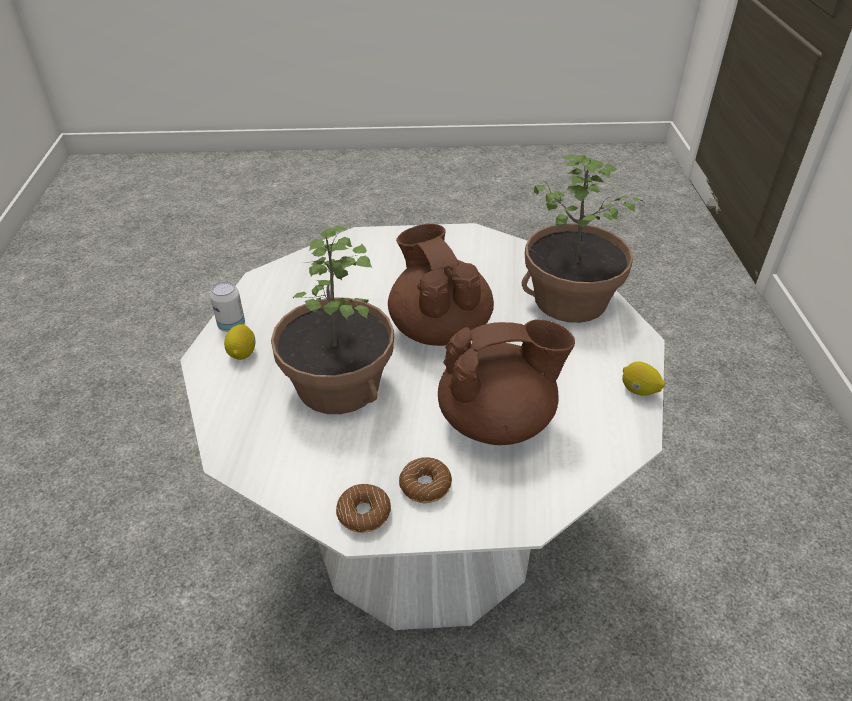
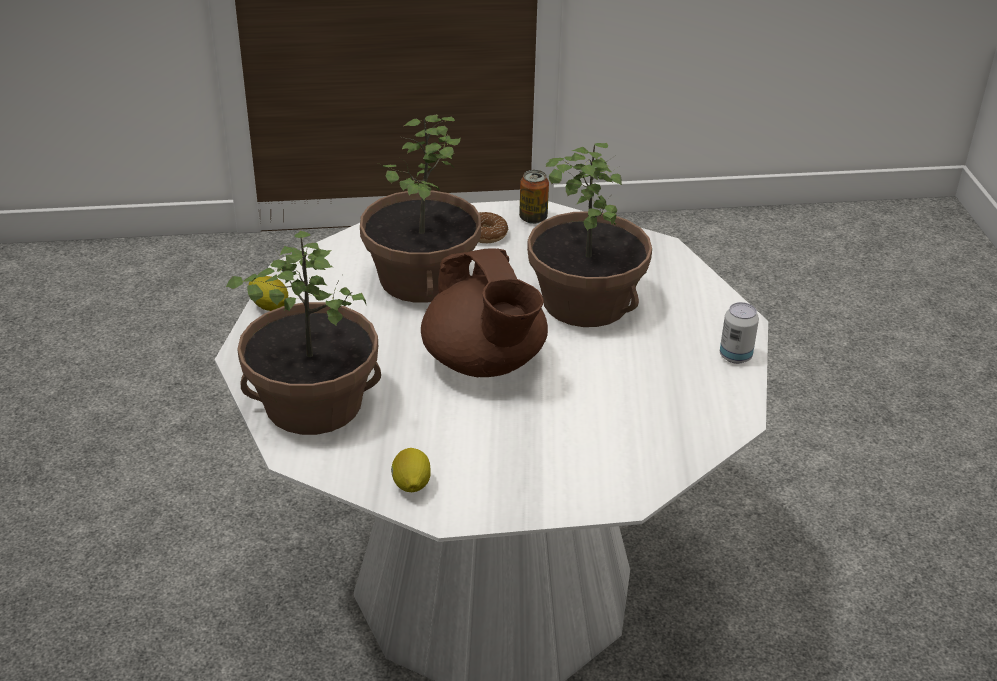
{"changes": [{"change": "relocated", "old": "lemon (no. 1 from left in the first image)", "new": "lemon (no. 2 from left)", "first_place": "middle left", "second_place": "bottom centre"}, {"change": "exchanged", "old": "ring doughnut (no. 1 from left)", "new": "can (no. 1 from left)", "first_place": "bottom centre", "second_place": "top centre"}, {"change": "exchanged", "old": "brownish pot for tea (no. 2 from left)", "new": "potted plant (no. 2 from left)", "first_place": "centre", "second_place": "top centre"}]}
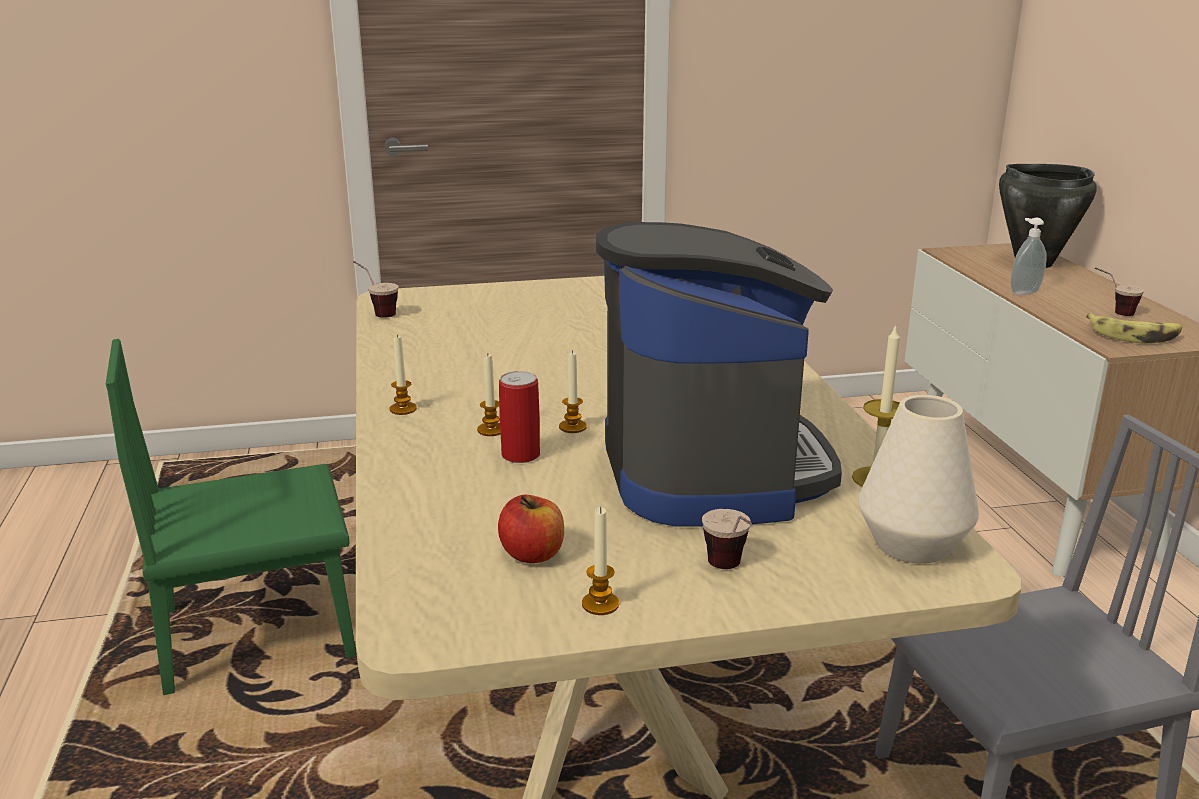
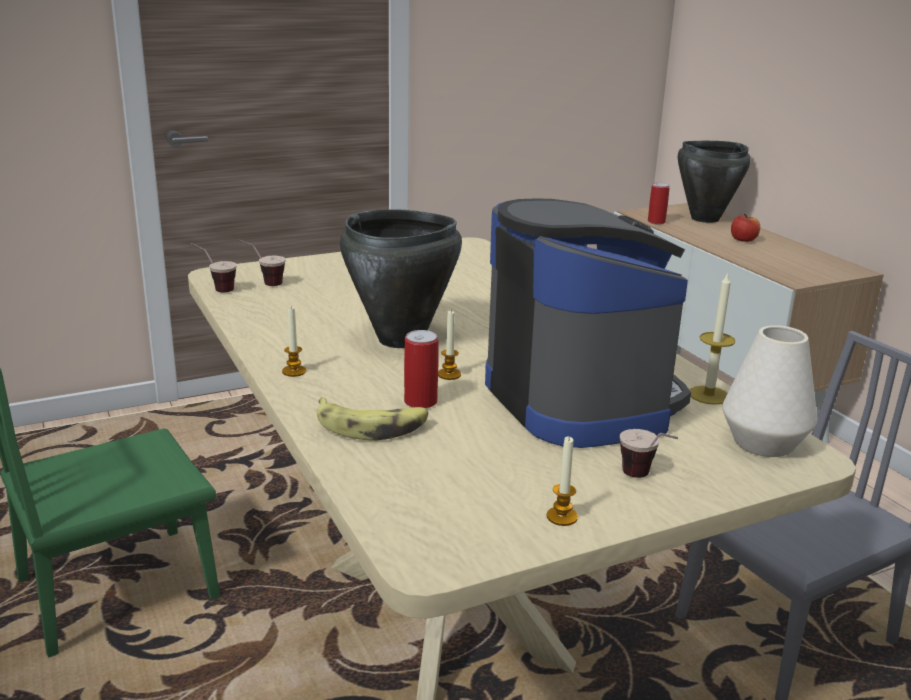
{"changes": [{"change": "missing", "old": "wax candle (no. 2 from left)", "first_place": "centre"}, {"change": "missing", "old": "soap dispenser", "first_place": "top right"}, {"change": "appeared", "new": "blackish saucepot (no. 1 from left)", "second_place": "centre"}, {"change": "appeared", "new": "can (no. 2 from left)", "second_place": "top right"}, {"change": "relocated", "old": "whole apple", "first_place": "centre", "second_place": "top right"}, {"change": "relocated", "old": "banana fruit", "first_place": "middle right", "second_place": "centre"}, {"change": "relocated", "old": "small cup (no. 3 from left in the first image)", "new": "small cup (no. 2 from left)", "first_place": "middle right", "second_place": "middle left"}]}
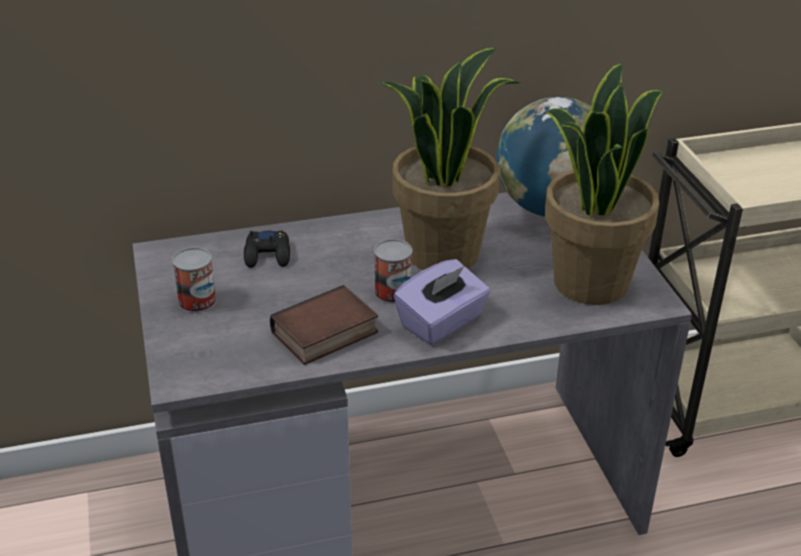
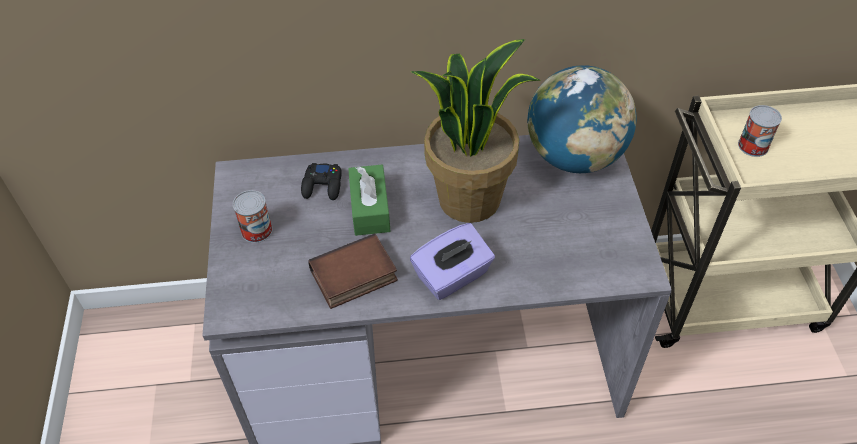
{"changes": [{"change": "missing", "old": "potted plant (no. 2 from left)", "first_place": "top right"}, {"change": "appeared", "new": "green-coloured tissue holder", "second_place": "centre"}, {"change": "relocated", "old": "can (no. 2 from left)", "first_place": "centre", "second_place": "top right"}]}
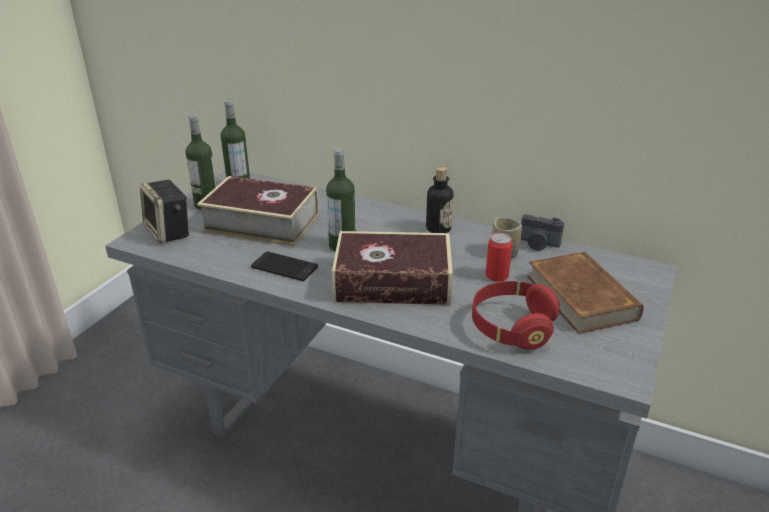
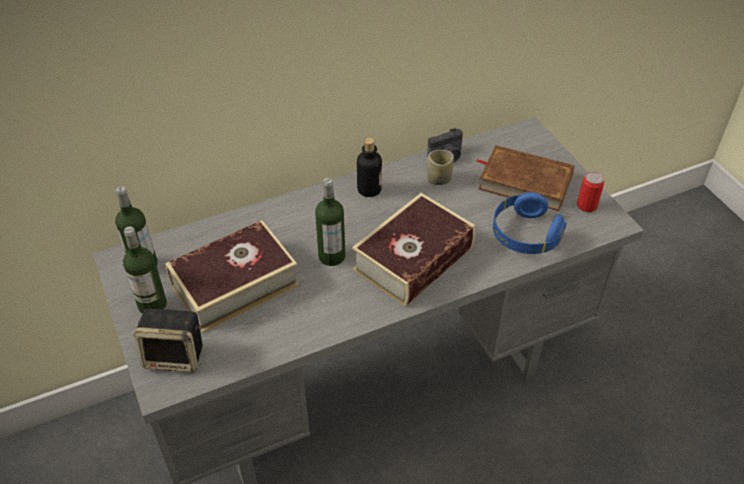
{"changes": [{"change": "missing", "old": "phone", "first_place": "centre"}, {"change": "relocated", "old": "can", "first_place": "centre", "second_place": "middle right"}, {"change": "colour", "old": "red-coloured headphones", "new": "blue-coloured headphones", "first_place": "middle right", "second_place": "middle right"}]}
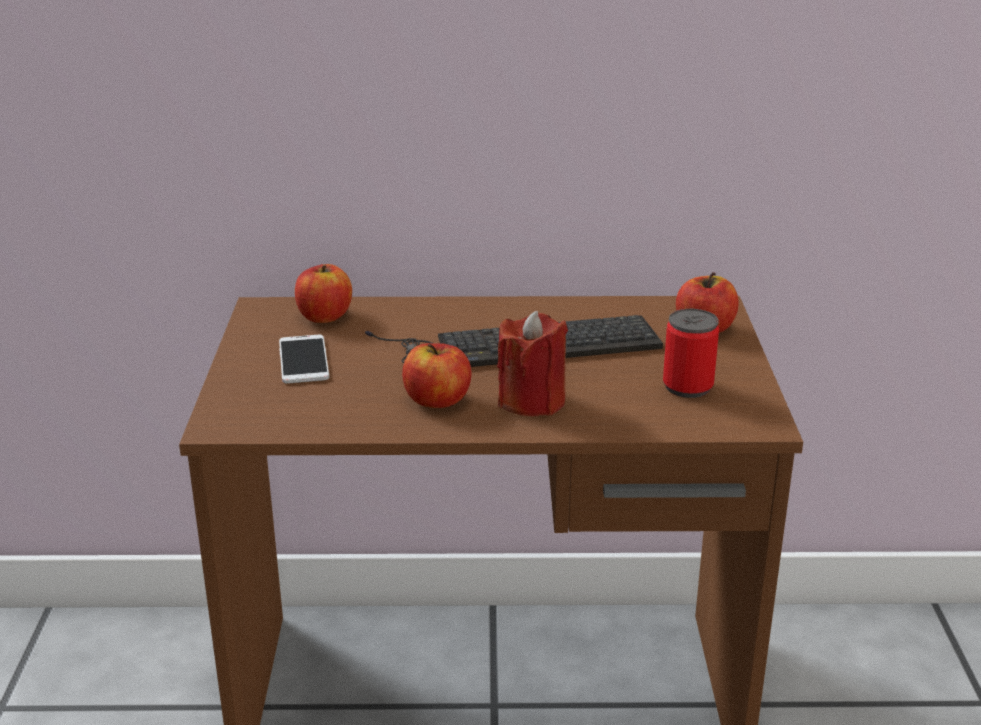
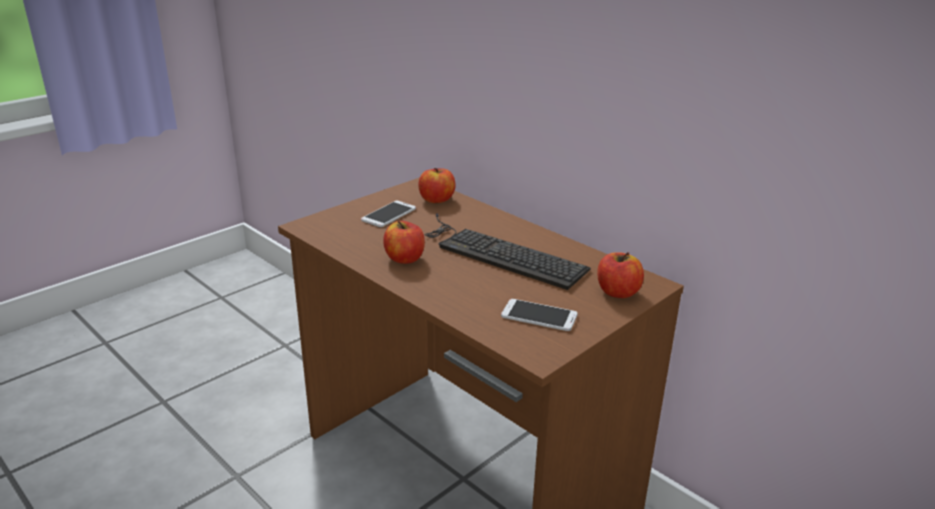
{"changes": [{"change": "missing", "old": "red-coloured wax candle", "first_place": "centre"}, {"change": "exchanged", "old": "can", "new": "phone (no. 2 from left)", "first_place": "middle right", "second_place": "centre"}]}
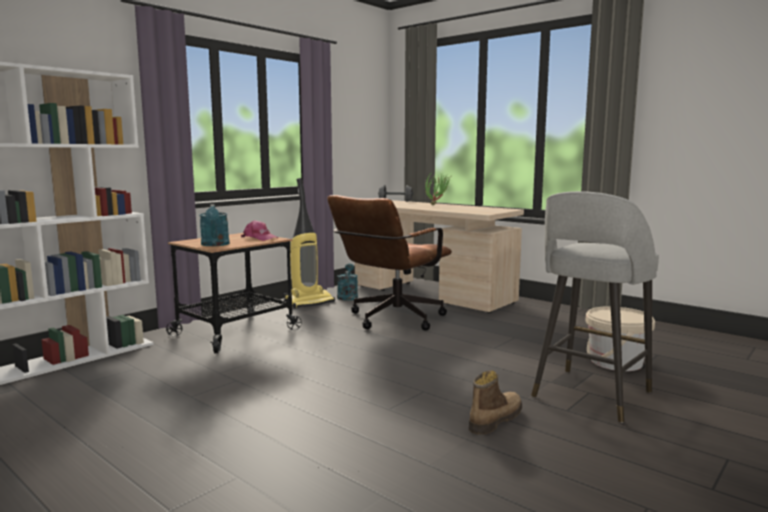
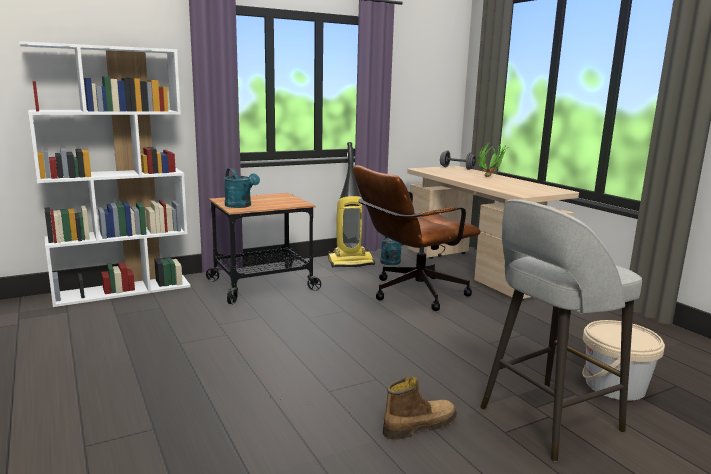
{"changes": [{"change": "missing", "old": "pinkish baseball cap", "first_place": "centre"}, {"change": "spun", "old": "turquoise-coloured watering pot (no. 1 from left)", "first_place": "middle left", "second_place": "centre", "degrees": -45}]}
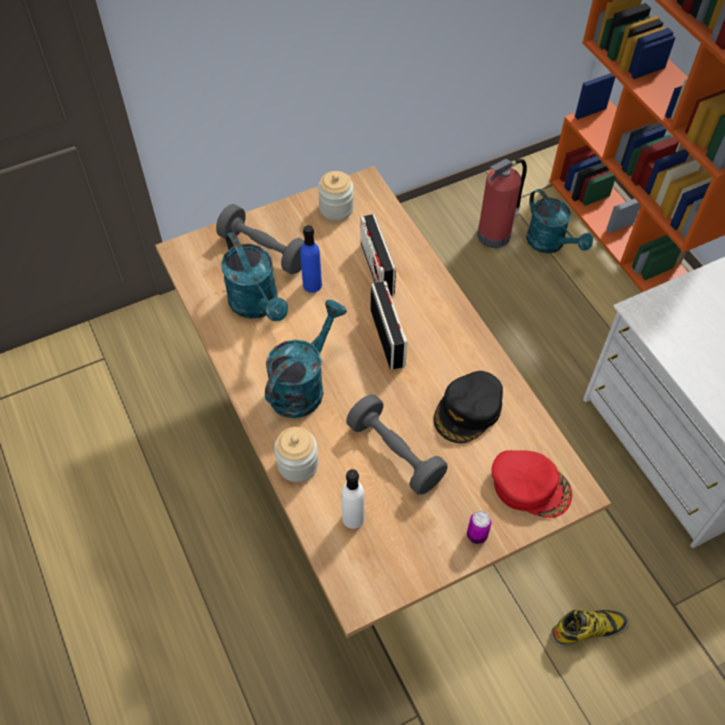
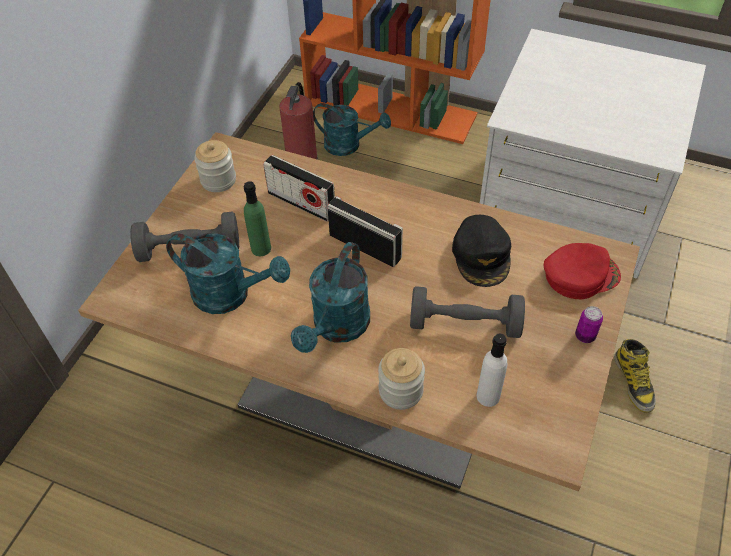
{"changes": [{"change": "colour", "old": "blue-coloured drink bottle", "new": "green-coloured drink bottle", "first_place": "centre", "second_place": "centre"}, {"change": "spun", "old": "turquoise-coloured watering pot (no. 2 from left)", "first_place": "centre", "second_place": "centre", "degrees": -150}, {"change": "spun", "old": "boot", "first_place": "bottom right", "second_place": "bottom right", "degrees": 135}]}
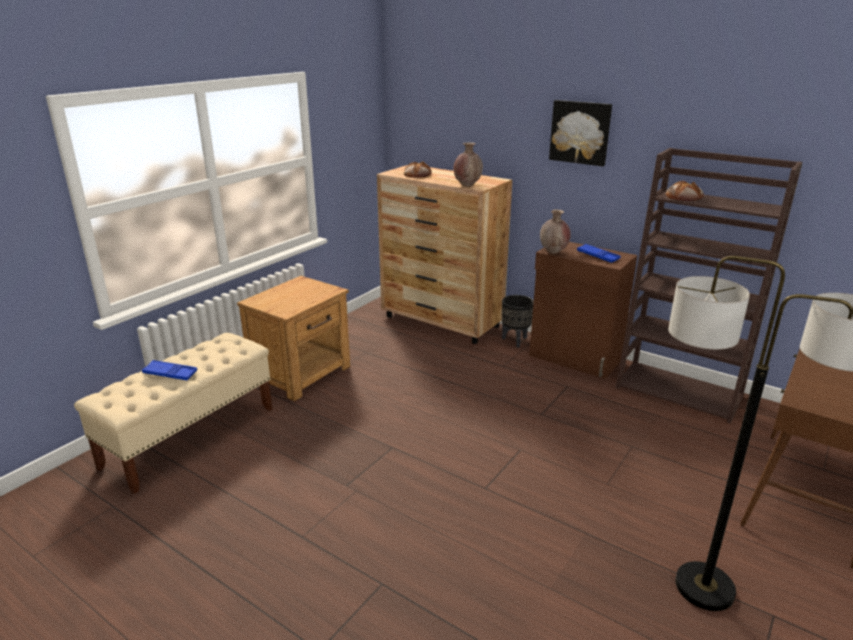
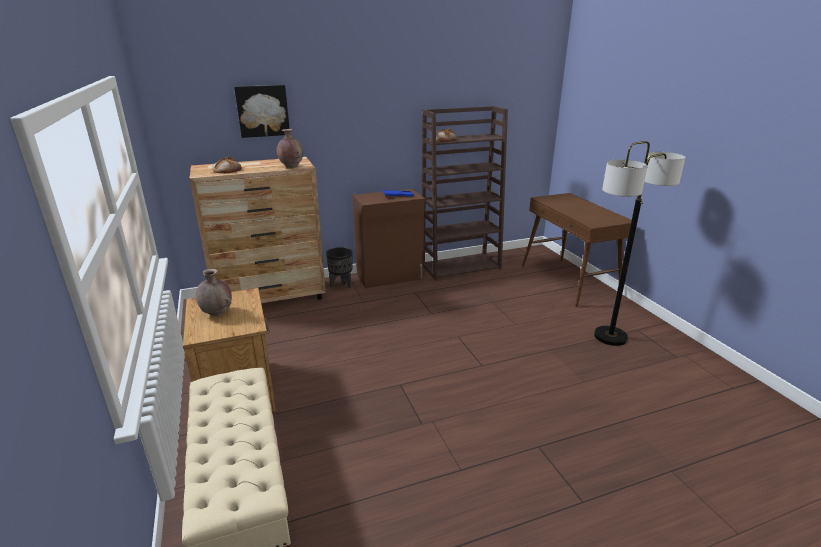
{"changes": [{"change": "missing", "old": "blue-coloured carrying tray (no. 1 from left)", "first_place": "middle left"}, {"change": "relocated", "old": "brownish flower vase (no. 2 from left in the first image)", "new": "brownish flower vase (no. 1 from left)", "first_place": "centre", "second_place": "middle left"}, {"change": "relocated", "old": "wall picture", "first_place": "top right", "second_place": "top left"}]}
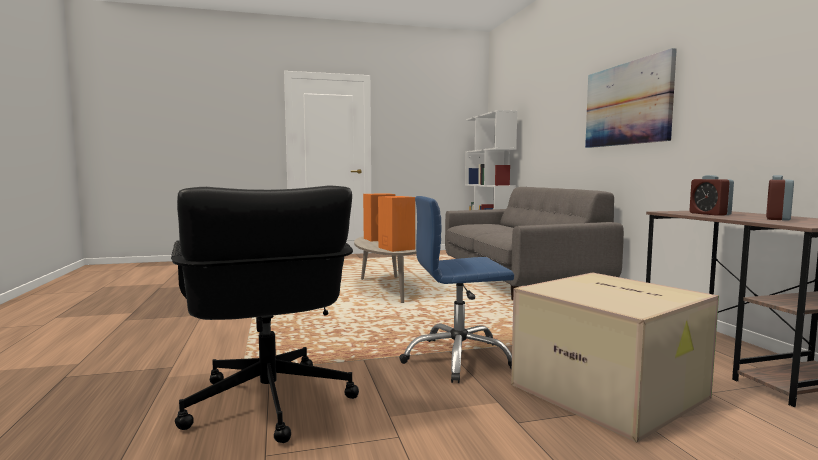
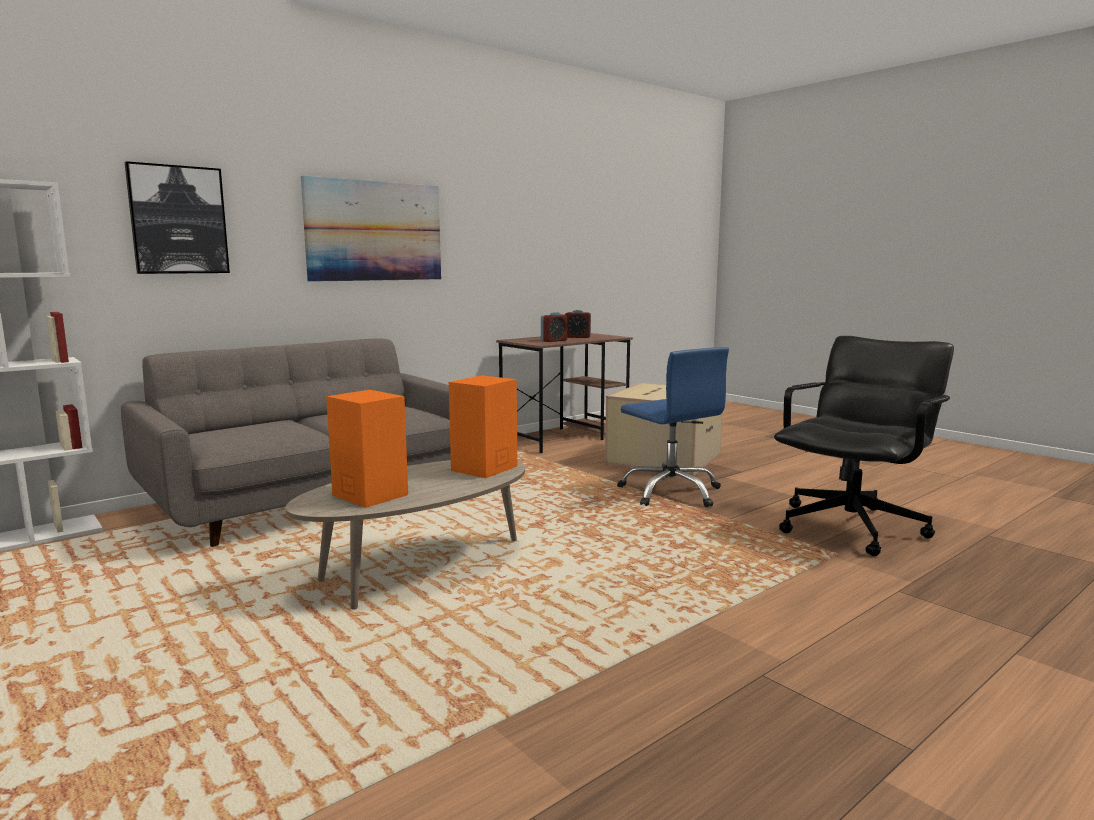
{"changes": [{"change": "appeared", "new": "wall picture (no. 1 from left)", "second_place": "top left"}]}
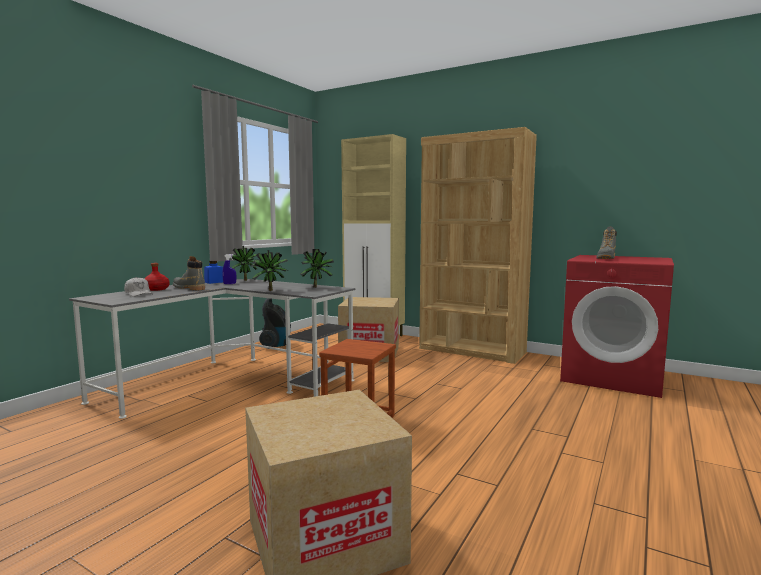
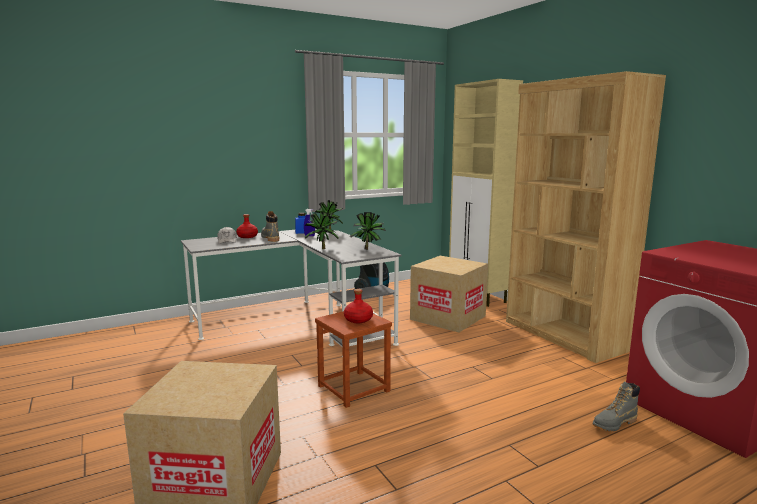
{"changes": [{"change": "appeared", "new": "red-coloured drink bottle (no. 2 from left)", "second_place": "centre"}, {"change": "relocated", "old": "gray boot (no. 2 from left)", "first_place": "middle right", "second_place": "bottom right"}]}
